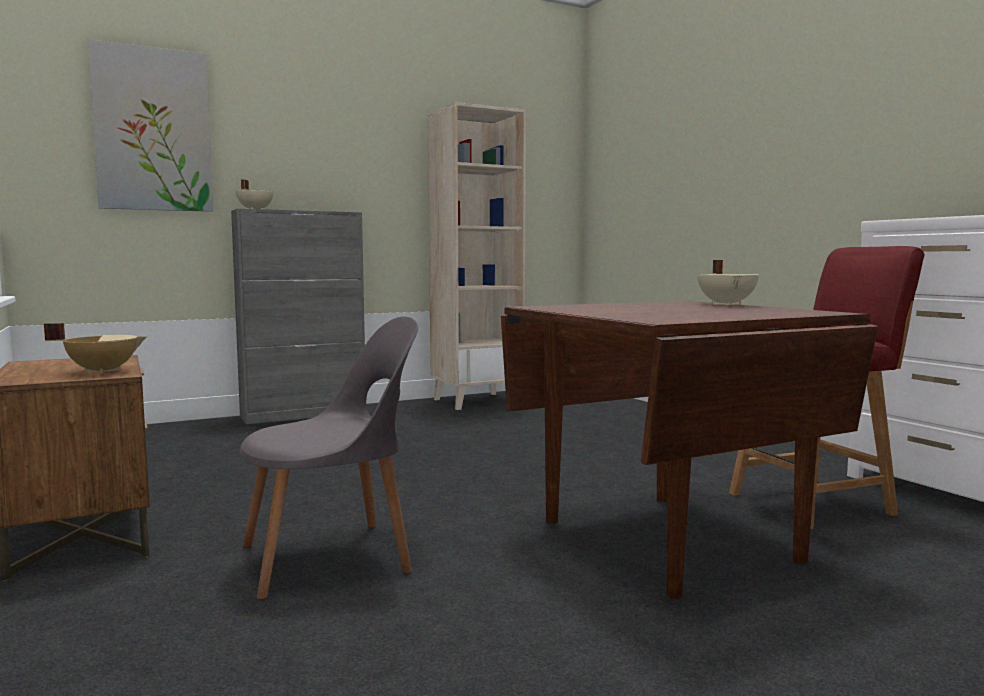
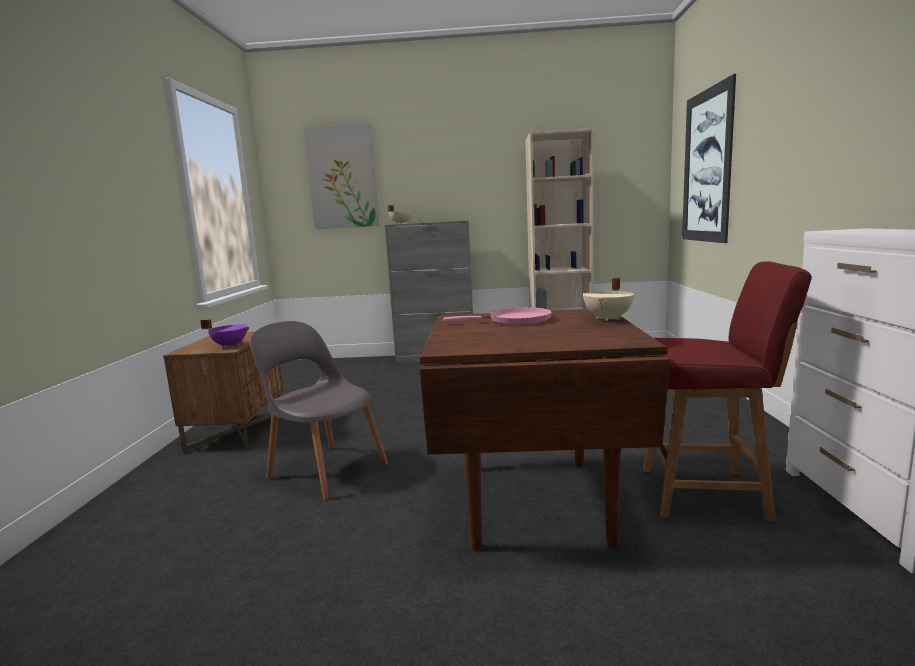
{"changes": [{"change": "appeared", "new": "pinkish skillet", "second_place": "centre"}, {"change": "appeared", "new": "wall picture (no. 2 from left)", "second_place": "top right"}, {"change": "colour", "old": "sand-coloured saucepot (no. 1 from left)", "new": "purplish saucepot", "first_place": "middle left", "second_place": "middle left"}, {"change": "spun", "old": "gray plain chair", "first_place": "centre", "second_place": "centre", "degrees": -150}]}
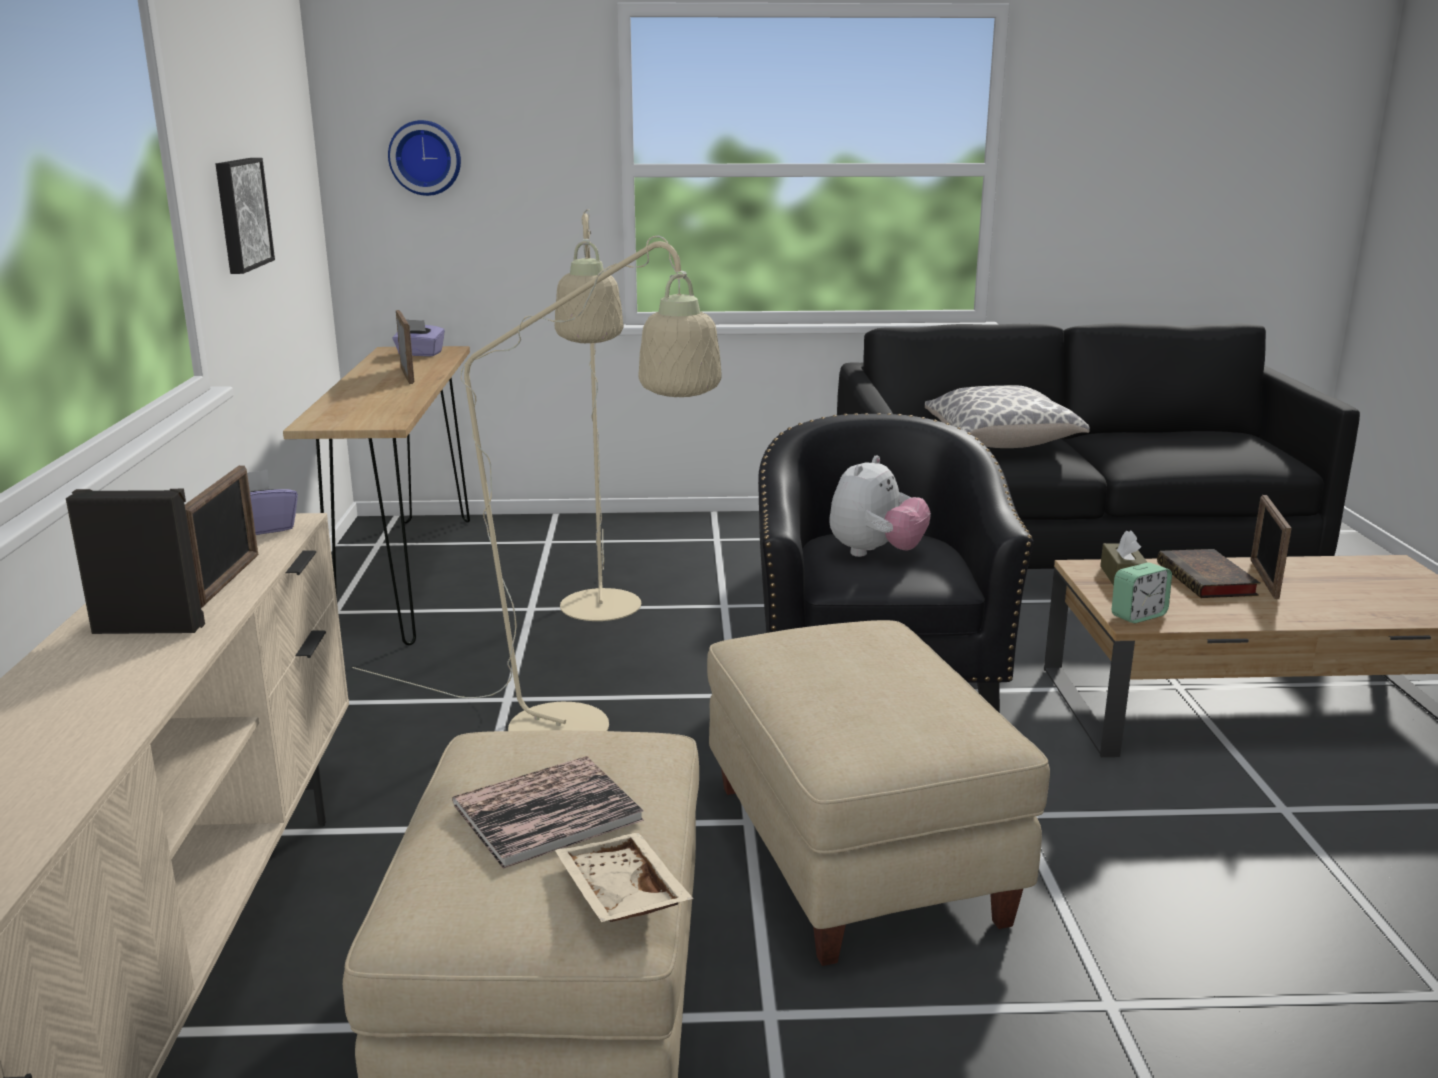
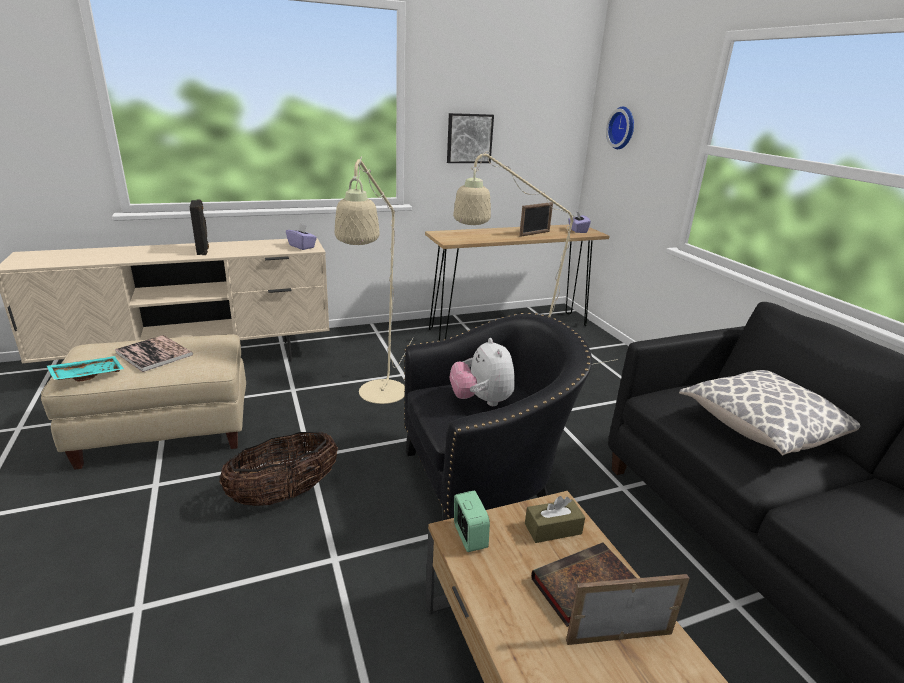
{"changes": [{"change": "missing", "old": "photo frame (no. 1 from left)", "first_place": "middle left"}, {"change": "exchanged", "old": "sand-coloured pouffe (no. 2 from left)", "new": "basket", "first_place": "bottom centre", "second_place": "bottom left"}, {"change": "colour", "old": "sand-coloured carrying tray", "new": "turquoise-coloured carrying tray", "first_place": "bottom centre", "second_place": "middle left"}, {"change": "spun", "old": "cuddly toy", "first_place": "centre", "second_place": "centre", "degrees": 60}, {"change": "spun", "old": "bedside clock", "first_place": "middle right", "second_place": "bottom centre", "degrees": -150}]}
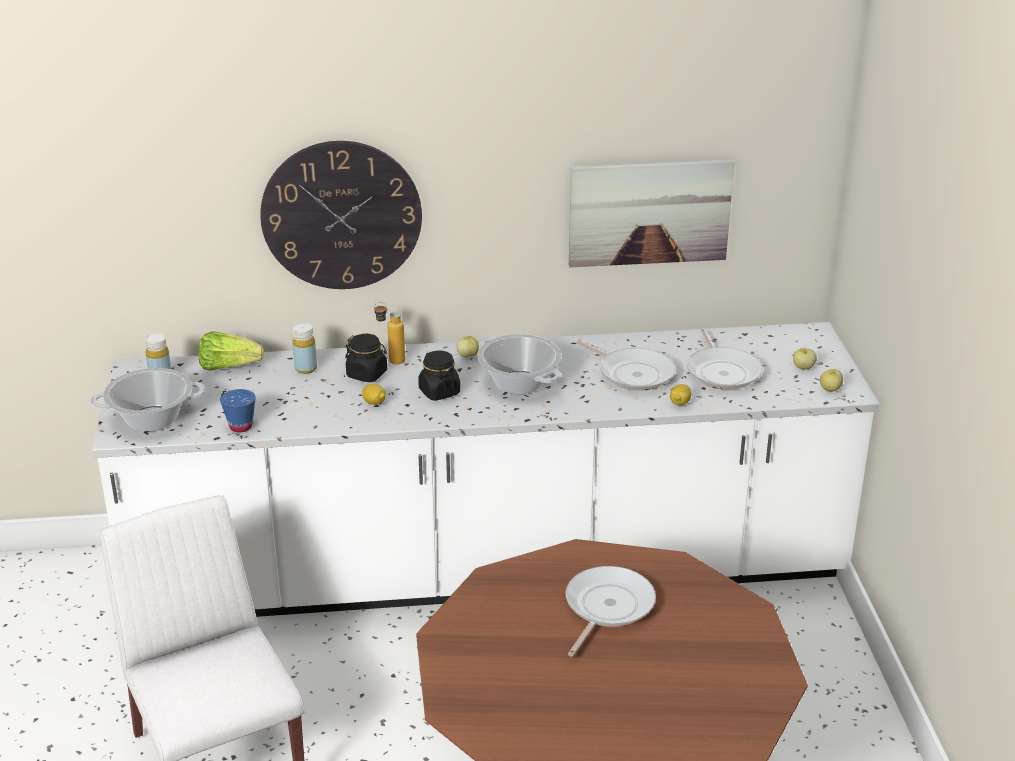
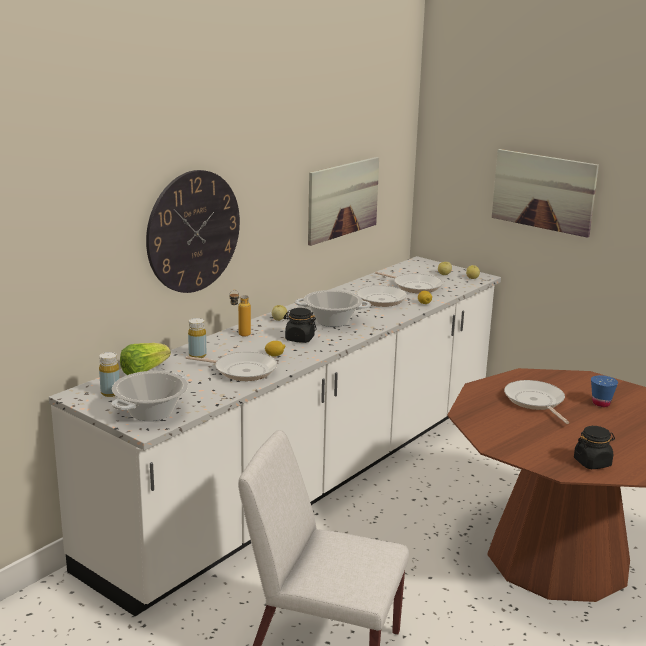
{"changes": [{"change": "appeared", "new": "skillet (no. 1 from left)", "second_place": "centre"}, {"change": "appeared", "new": "wall picture (no. 2 from left)", "second_place": "top right"}, {"change": "relocated", "old": "blue-coloured small cup", "first_place": "middle left", "second_place": "middle right"}, {"change": "relocated", "old": "blackish preserve jar (no. 1 from left in the first image)", "new": "blackish preserve jar (no. 2 from left)", "first_place": "centre", "second_place": "bottom right"}]}
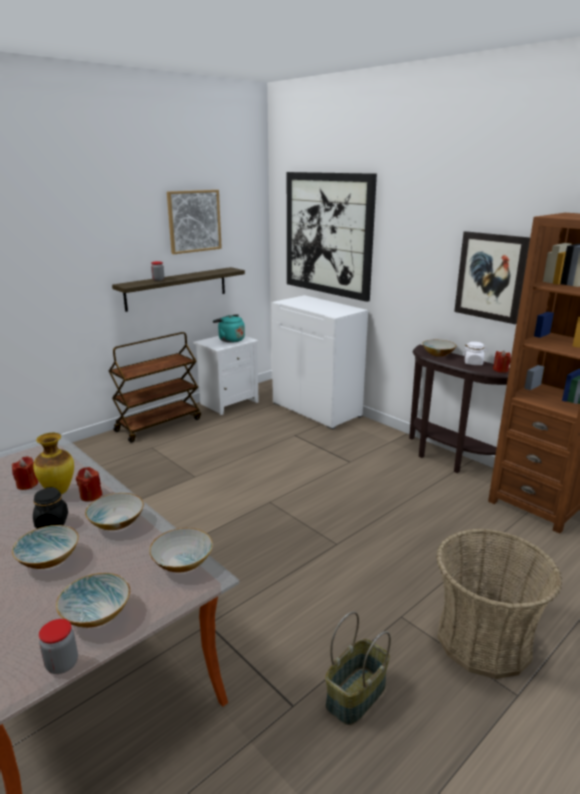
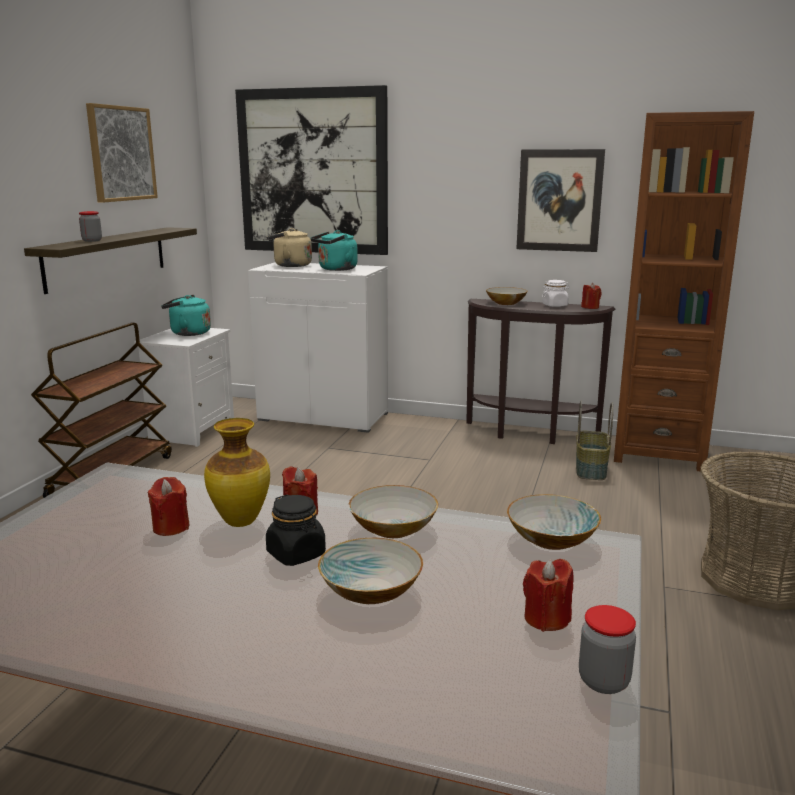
{"changes": [{"change": "appeared", "new": "sand-coloured kettle", "second_place": "top centre"}, {"change": "appeared", "new": "turquoise-coloured kettle (no. 2 from left)", "second_place": "top centre"}, {"change": "relocated", "old": "basket (no. 1 from left)", "first_place": "bottom centre", "second_place": "middle right"}, {"change": "exchanged", "old": "deep dish (no. 2 from left)", "new": "red-coloured wax candle (no. 3 from left)", "first_place": "bottom left", "second_place": "bottom right"}]}
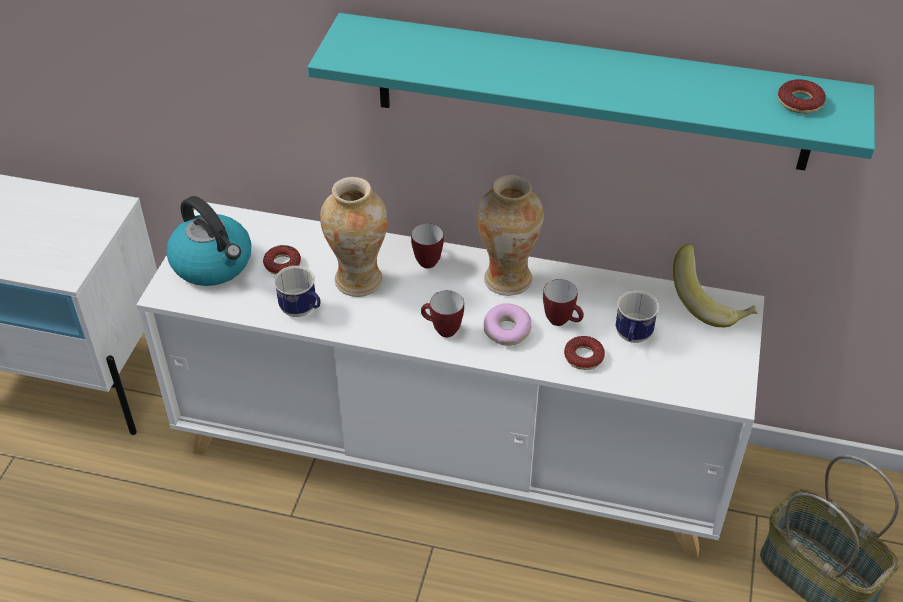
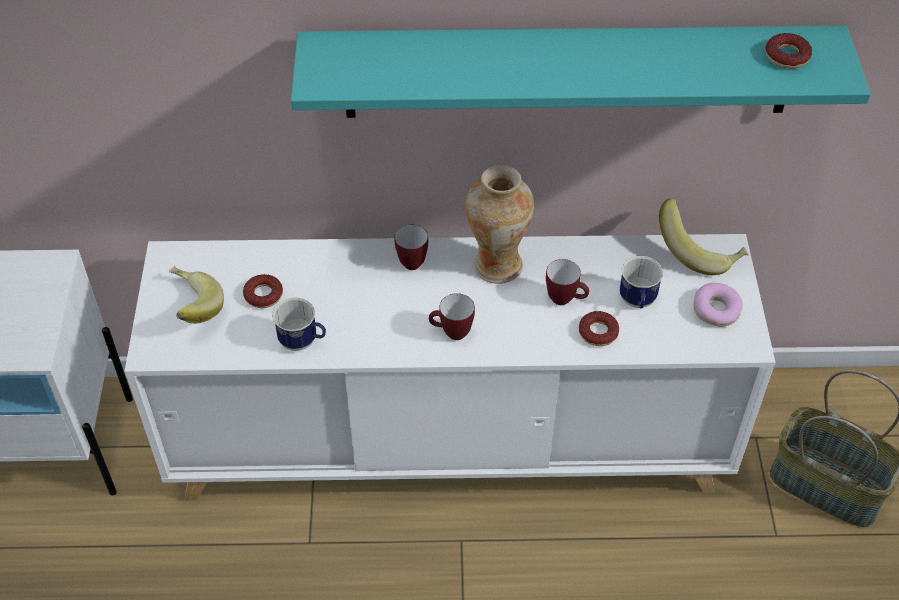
{"changes": [{"change": "missing", "old": "flower vase (no. 1 from left)", "first_place": "centre"}, {"change": "relocated", "old": "ring doughnut (no. 2 from left in the first image)", "new": "ring doughnut (no. 3 from left)", "first_place": "centre", "second_place": "middle right"}, {"change": "exchanged", "old": "kettle", "new": "banana fruit (no. 1 from left)", "first_place": "middle left", "second_place": "middle left"}]}
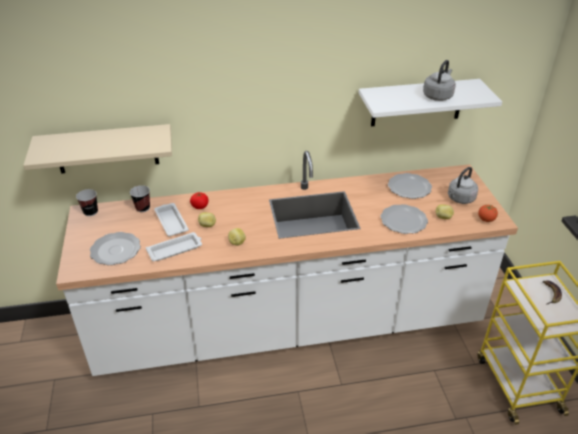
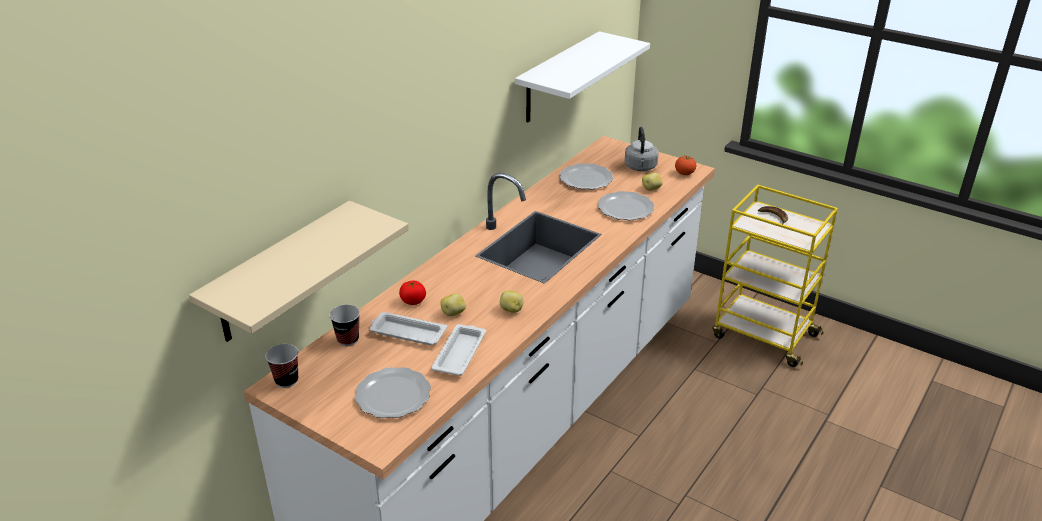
{"changes": [{"change": "missing", "old": "gray kettle (no. 1 from left)", "first_place": "top right"}]}
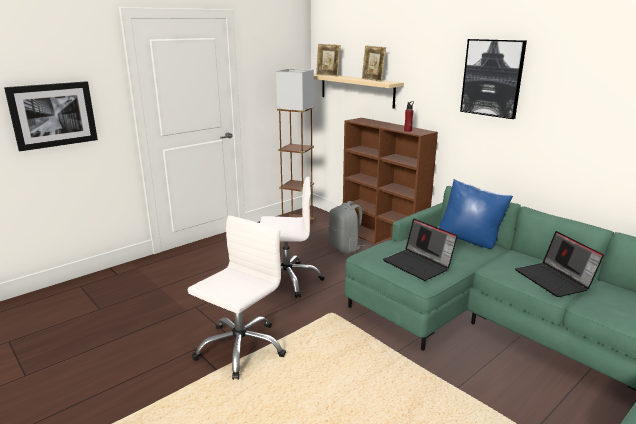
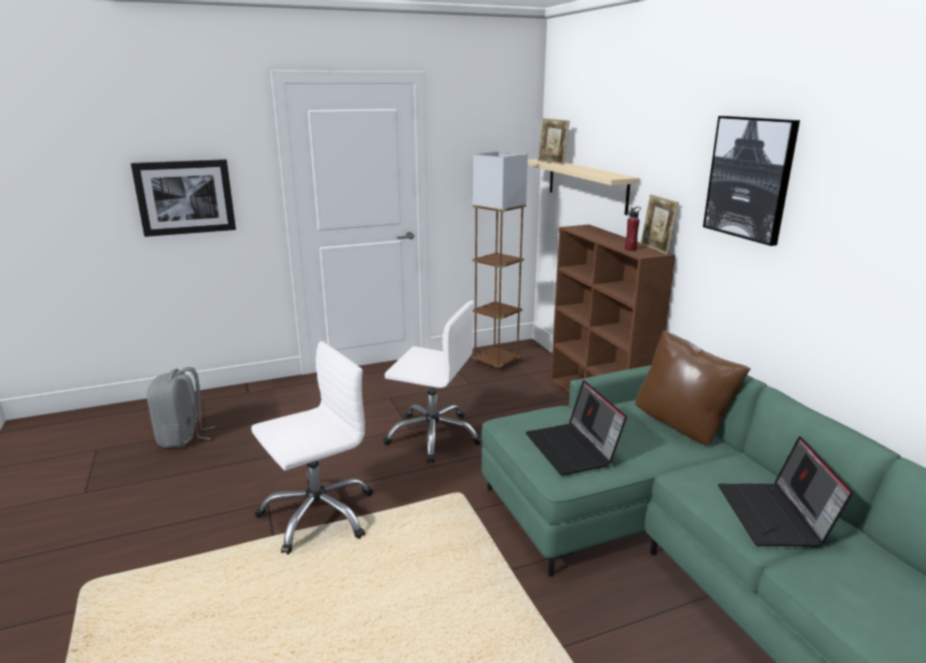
{"changes": [{"change": "relocated", "old": "gray knapsack", "first_place": "centre", "second_place": "middle left"}, {"change": "relocated", "old": "photo frame (no. 2 from left)", "first_place": "top centre", "second_place": "middle right"}, {"change": "colour", "old": "blue-coloured cushion", "new": "brownish cushion", "first_place": "middle right", "second_place": "middle right"}]}
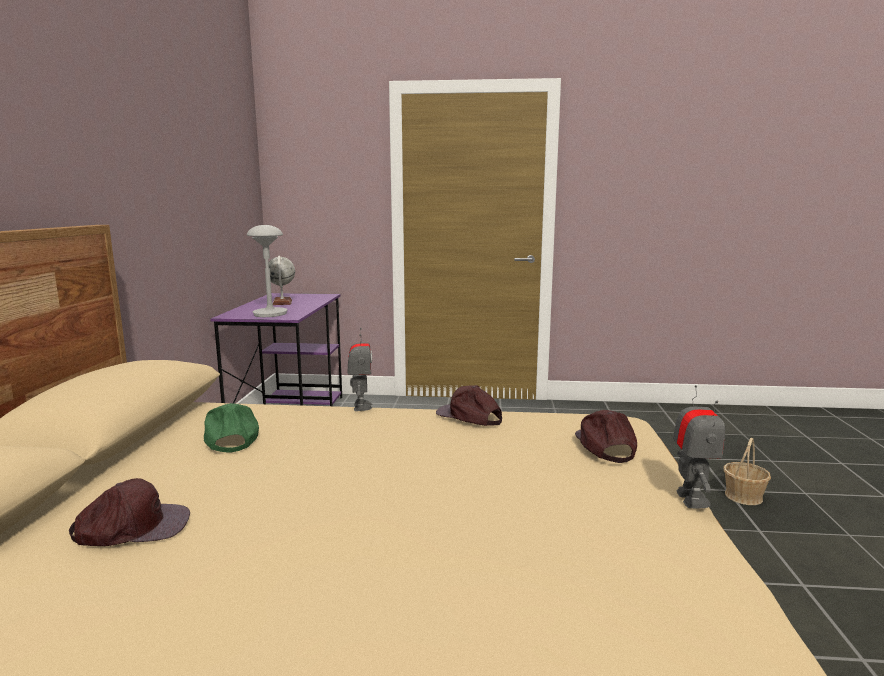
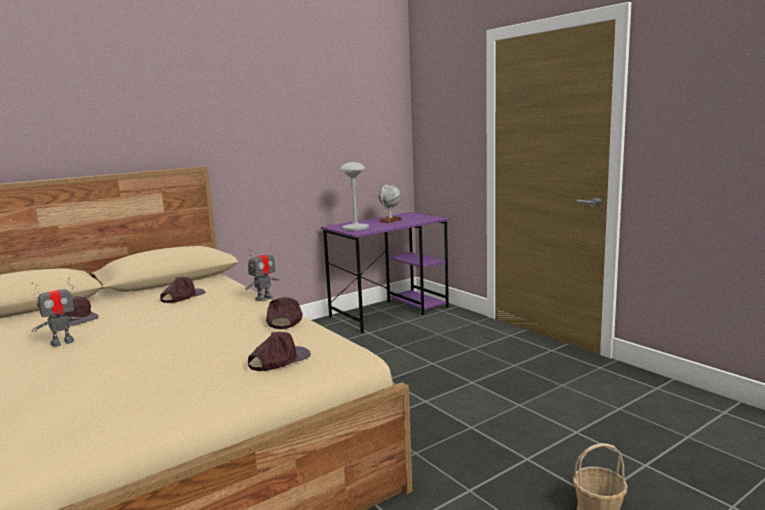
{"changes": [{"change": "relocated", "old": "toy robot (no. 2 from left in the first image)", "new": "toy robot (no. 1 from left)", "first_place": "middle right", "second_place": "middle left"}, {"change": "colour", "old": "green-coloured baseball cap", "new": "brownish baseball cap (no. 2 from left)", "first_place": "middle left", "second_place": "middle left"}]}
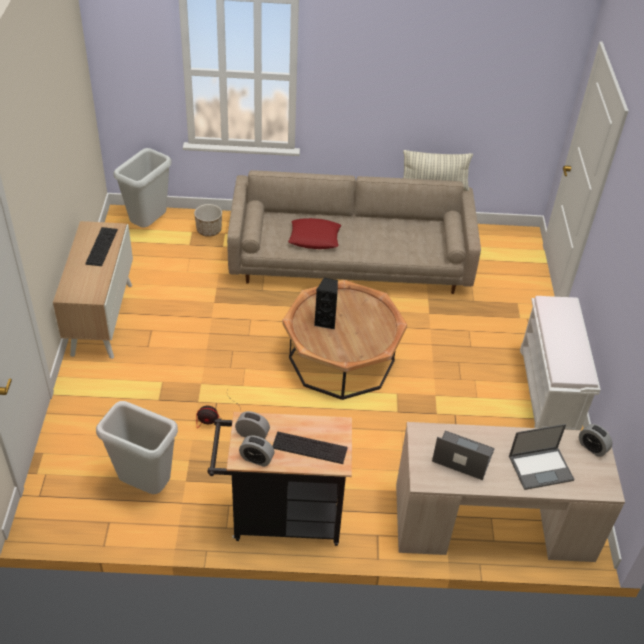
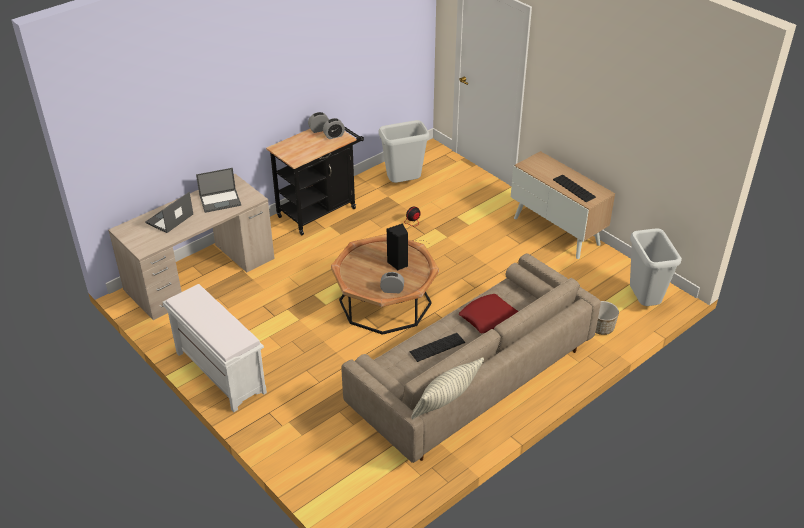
{"changes": [{"change": "relocated", "old": "PC keyboard (no. 2 from left in the first image)", "new": "PC keyboard (no. 1 from left)", "first_place": "bottom centre", "second_place": "centre"}, {"change": "relocated", "old": "bedside clock (no. 3 from left)", "first_place": "bottom right", "second_place": "centre"}]}
